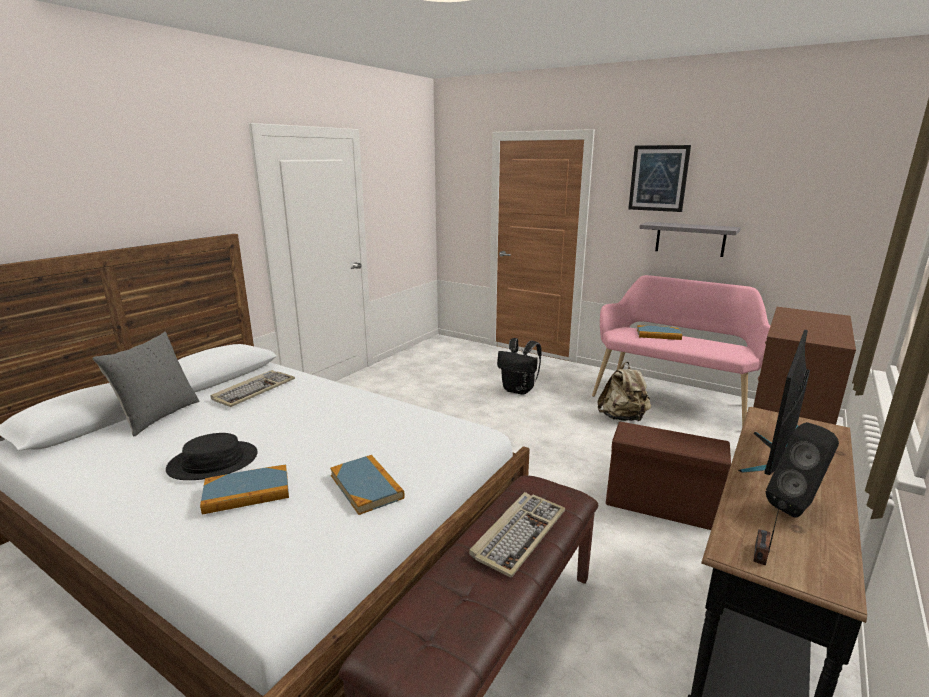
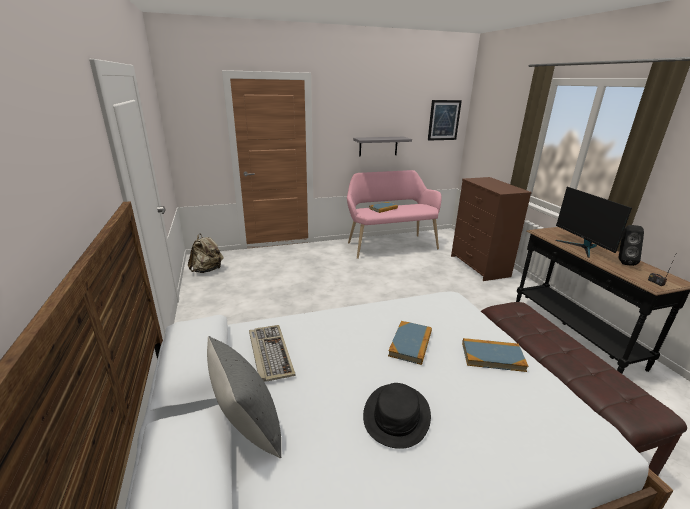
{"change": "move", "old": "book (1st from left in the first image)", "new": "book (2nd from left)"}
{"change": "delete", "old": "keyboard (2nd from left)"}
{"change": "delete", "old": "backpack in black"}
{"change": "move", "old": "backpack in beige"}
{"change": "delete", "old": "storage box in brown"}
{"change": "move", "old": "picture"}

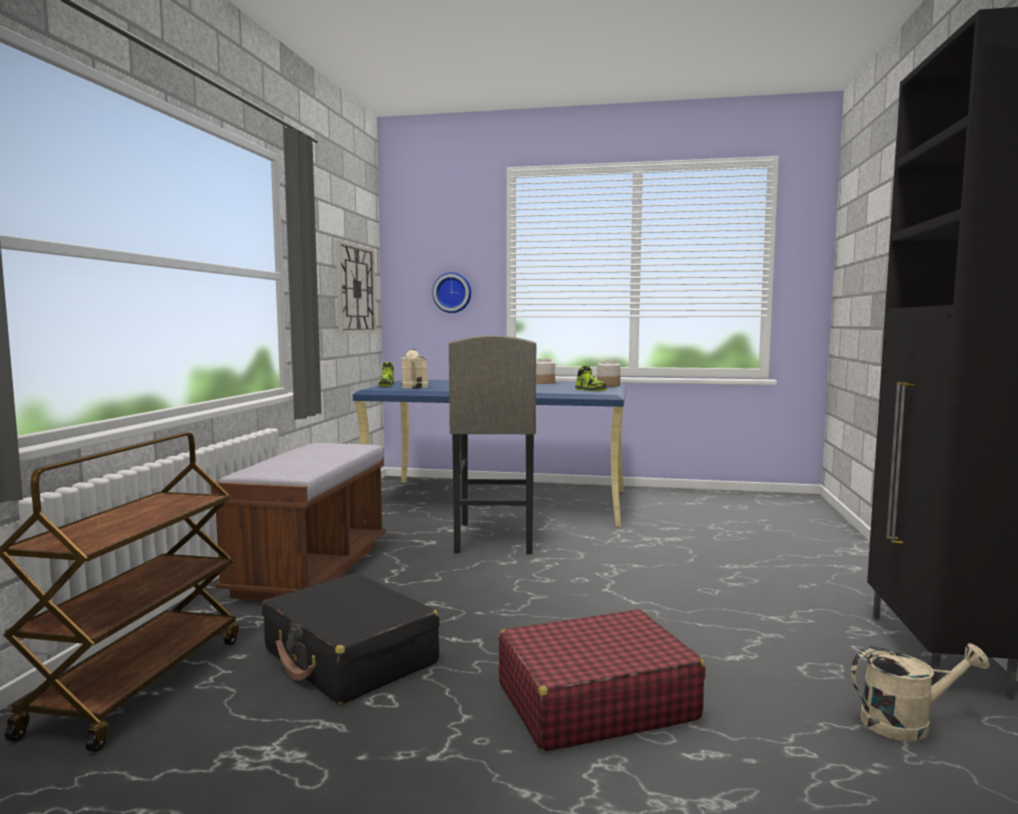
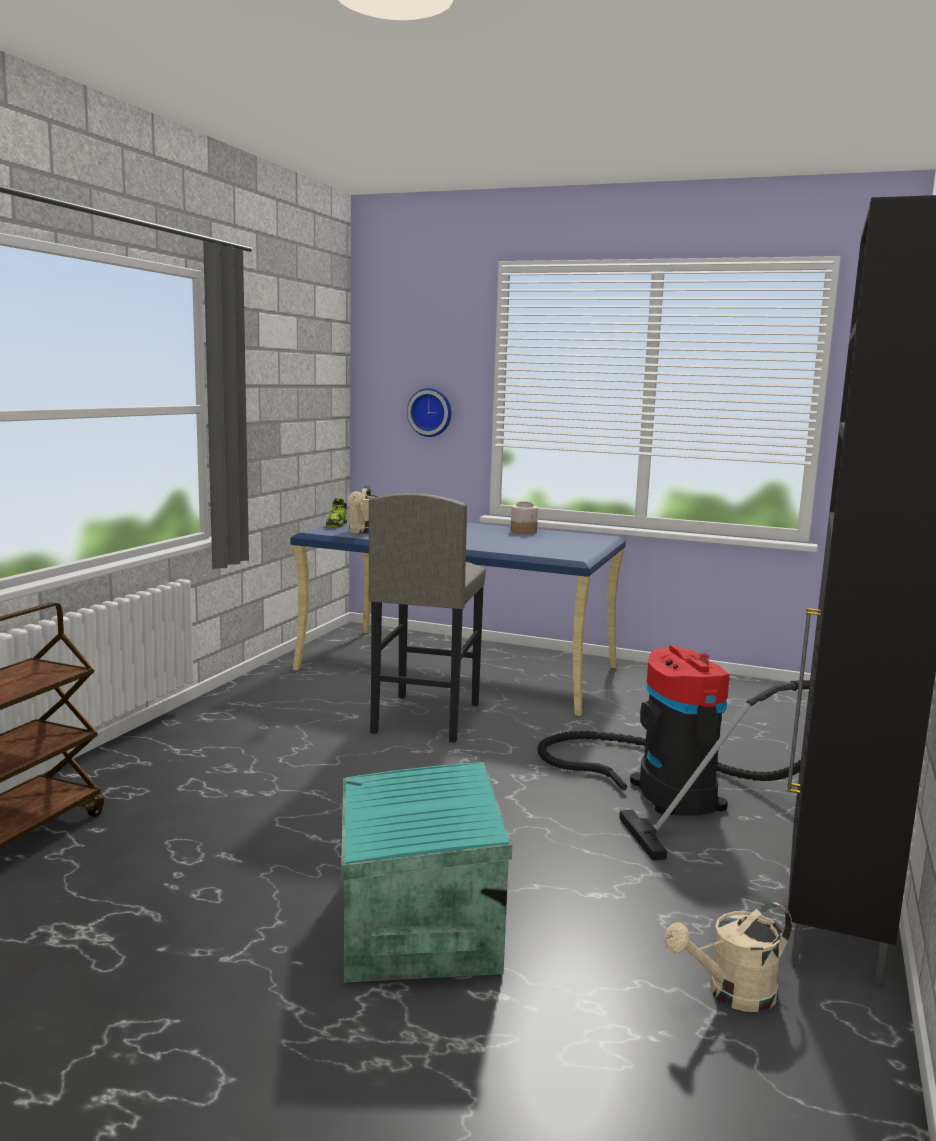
{"change": "delete", "old": "bench in brown"}
{"change": "delete", "old": "suitcase in black"}
{"change": "delete", "old": "wall clock (1st from left)"}
{"change": "replace", "old": "suitcase in red", "new": "storage box in turquoise"}
{"change": "delete", "old": "shoe (2nd from left)"}
{"change": "delete", "old": "jar (2nd from left)"}
{"change": "rotate", "old": "watering can in beige (2nd from left)", "degrees": 150}
{"change": "insert", "new": "vacuum cleaner"}

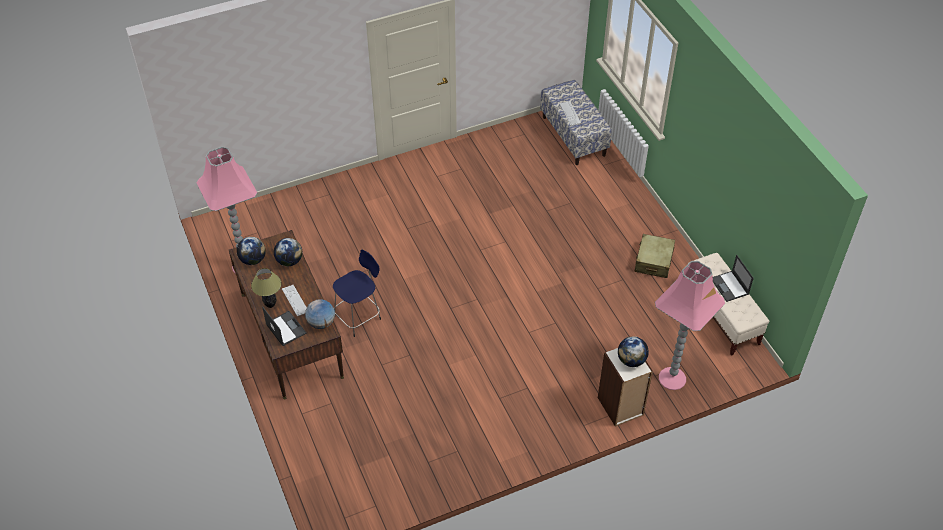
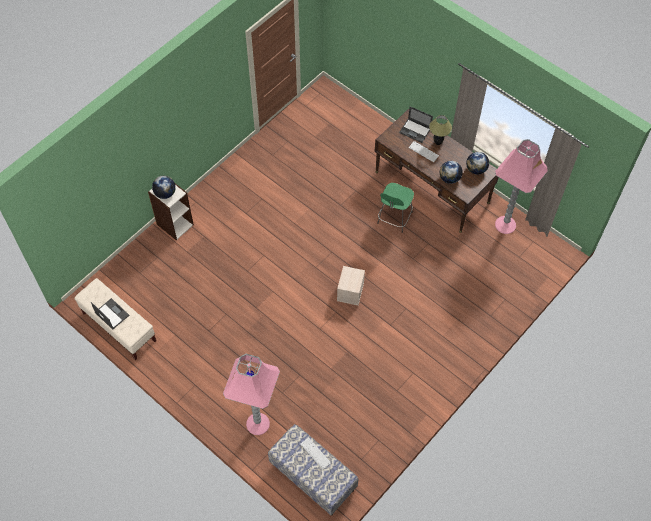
{"change": "delete", "old": "globe (3rd from left)"}
{"change": "recolor", "old": "stool in blue", "new": "stool in green"}
{"change": "delete", "old": "suitcase in beige"}
{"change": "move", "old": "floor lamp in pink (2nd from left in the first image)", "new": "floor lamp in pink (1st from left)"}
{"change": "insert", "new": "storage box in beige"}

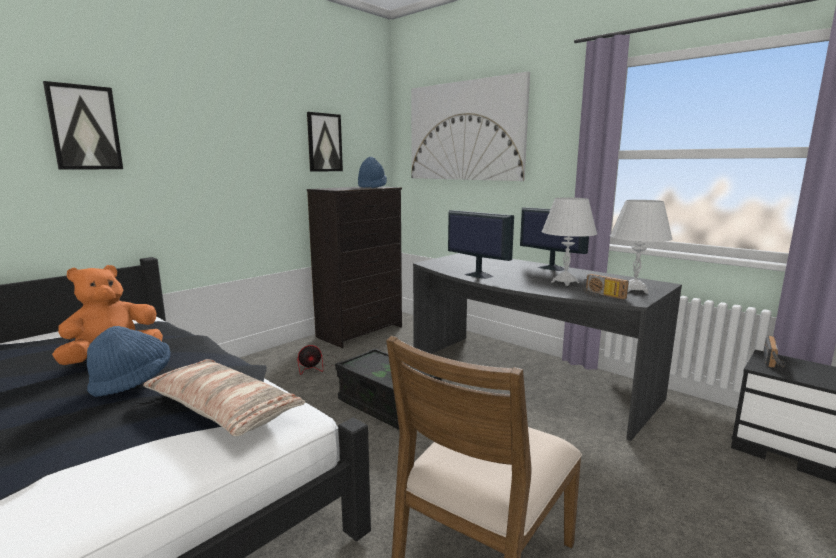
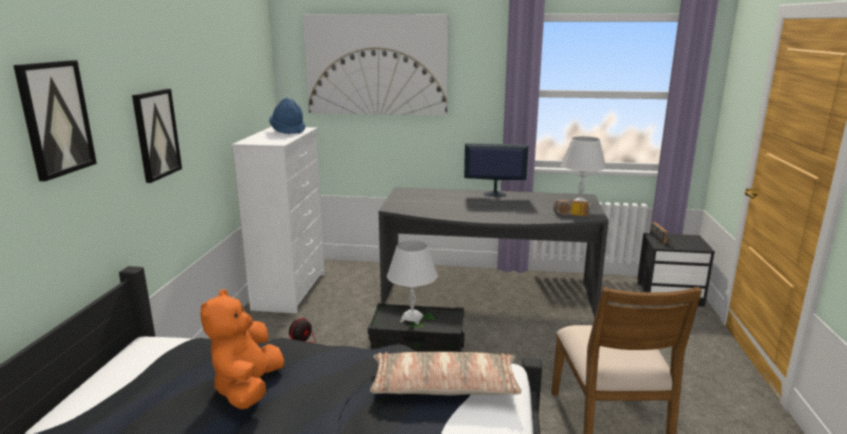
{"change": "delete", "old": "hat in blue (1st from left)"}
{"change": "move", "old": "picture (2nd from left)"}
{"change": "recolor", "old": "dresser in black", "new": "dresser in white"}
{"change": "delete", "old": "monitor (1st from left)"}
{"change": "move", "old": "table lamp in white (1st from left)"}

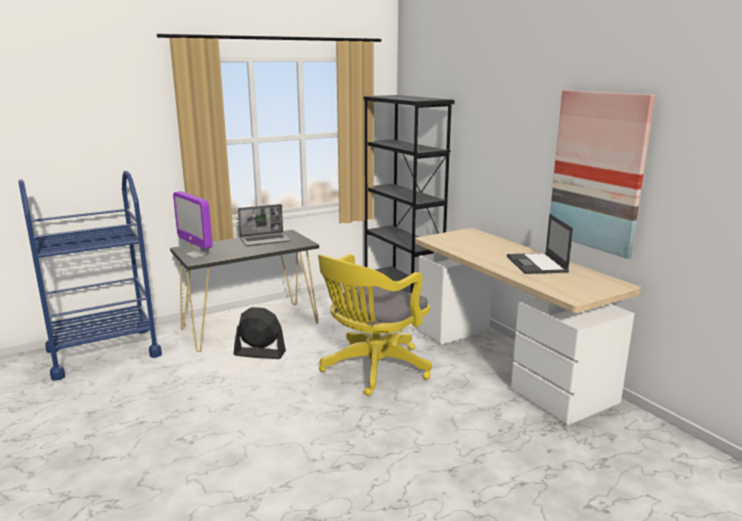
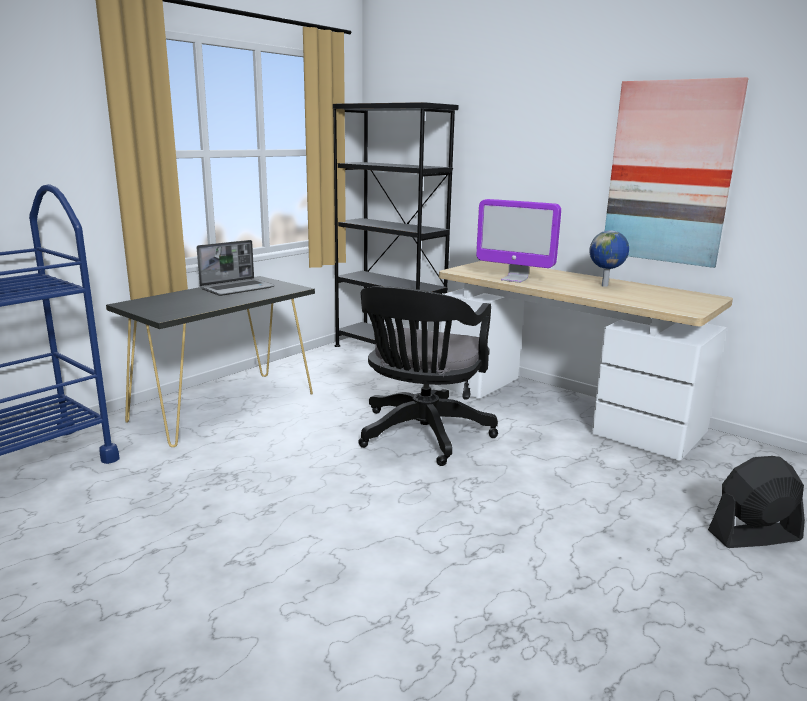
{"change": "move", "old": "monitor"}
{"change": "move", "old": "fan in black"}
{"change": "recolor", "old": "office chair in yellow", "new": "office chair in black"}
{"change": "replace", "old": "laptop (2nd from left)", "new": "globe"}

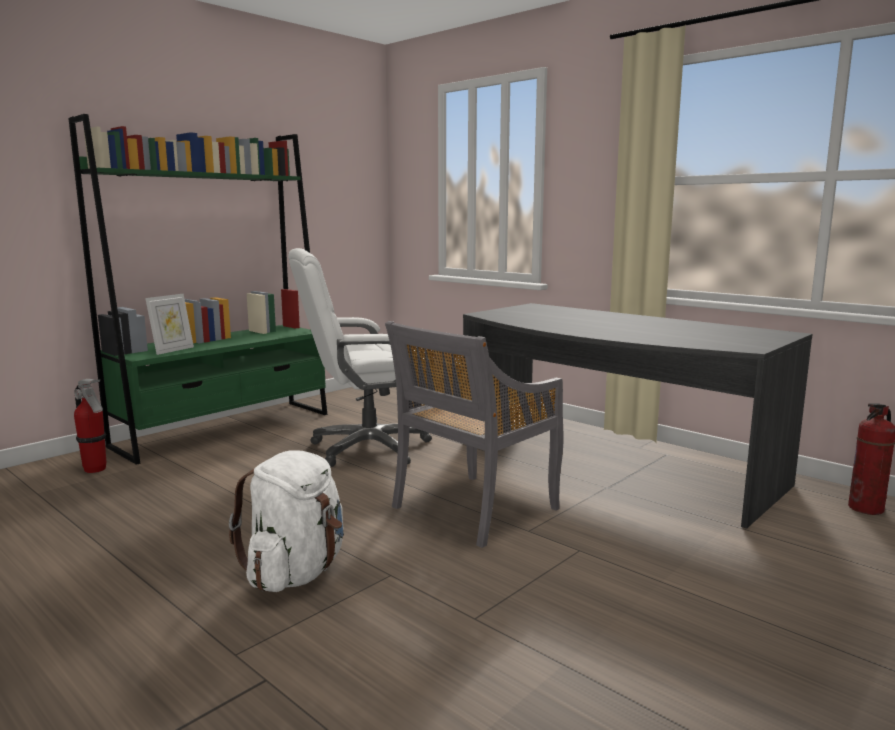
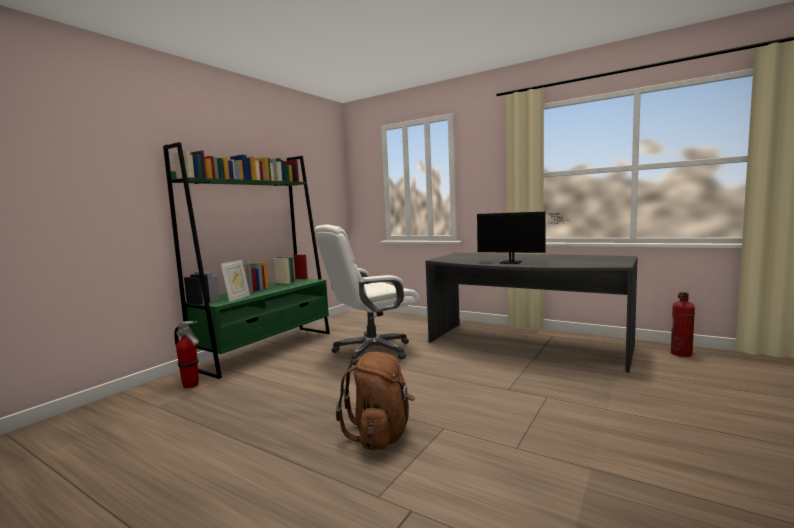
{"change": "recolor", "old": "backpack in white", "new": "backpack in brown"}
{"change": "delete", "old": "chair in grey"}
{"change": "insert", "new": "monitor"}

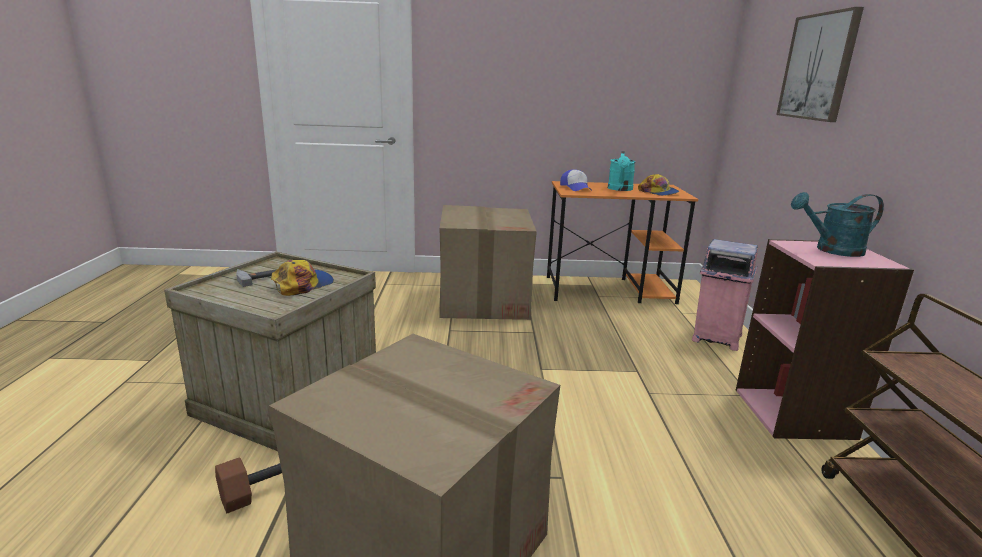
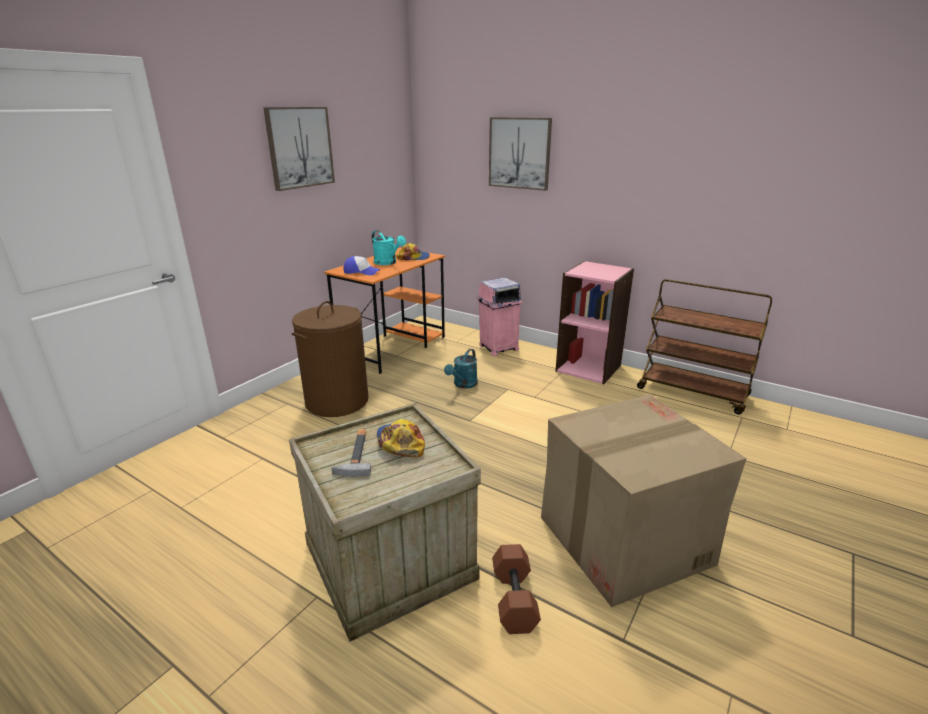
{"change": "replace", "old": "cardboard box (2nd from left)", "new": "laundry basket in brown"}
{"change": "move", "old": "watering can in turquoise (2nd from left)"}
{"change": "insert", "new": "picture (1st from left)"}

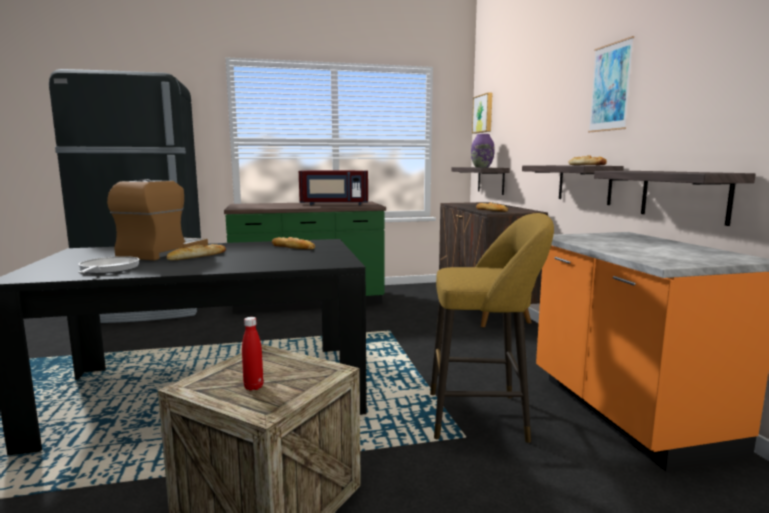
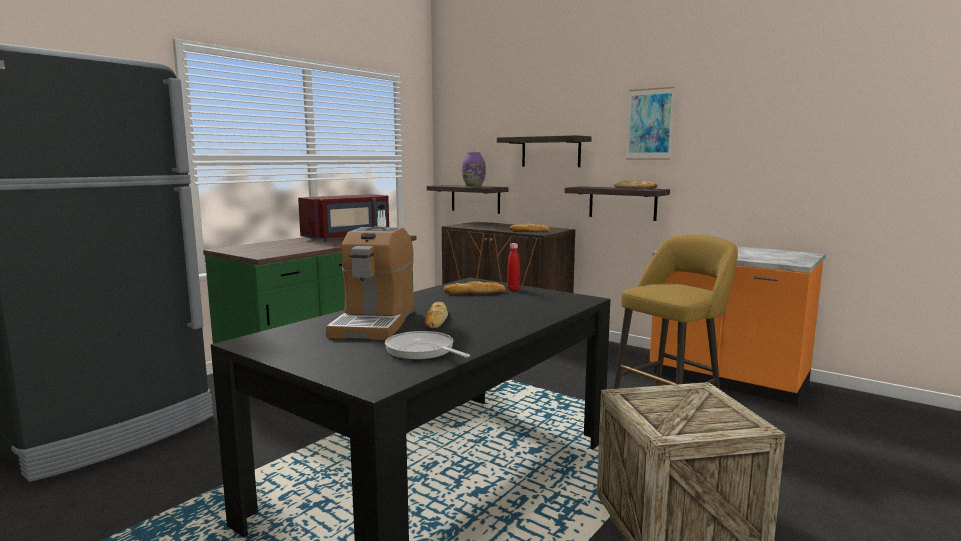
{"change": "rotate", "old": "coffee machine", "degrees": -150}
{"change": "move", "old": "bottle in red"}
{"change": "delete", "old": "picture (1st from left)"}
{"change": "move", "old": "shelf (3rd from left in the first image)", "new": "shelf (2nd from left)"}

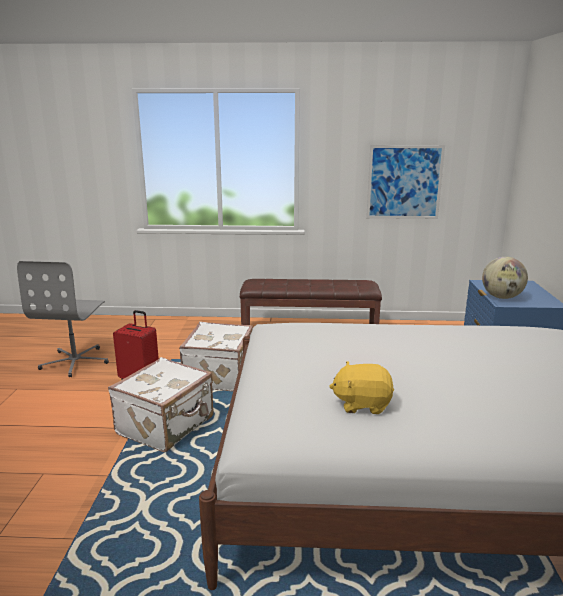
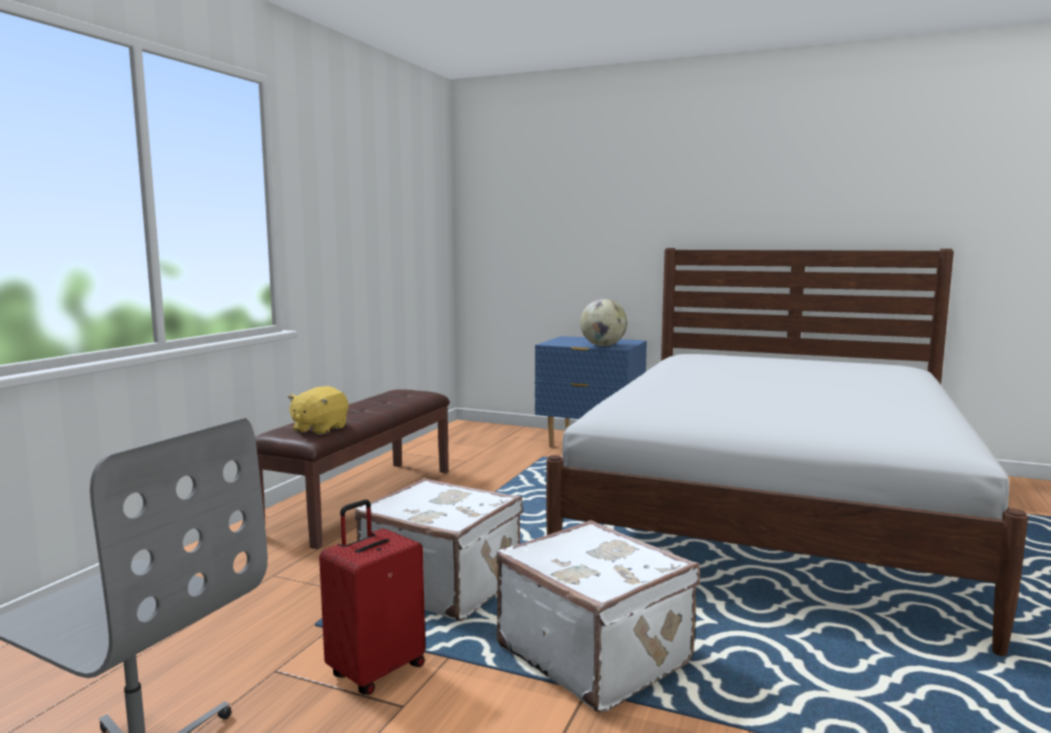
{"change": "move", "old": "plush toy in yellow"}
{"change": "delete", "old": "picture"}

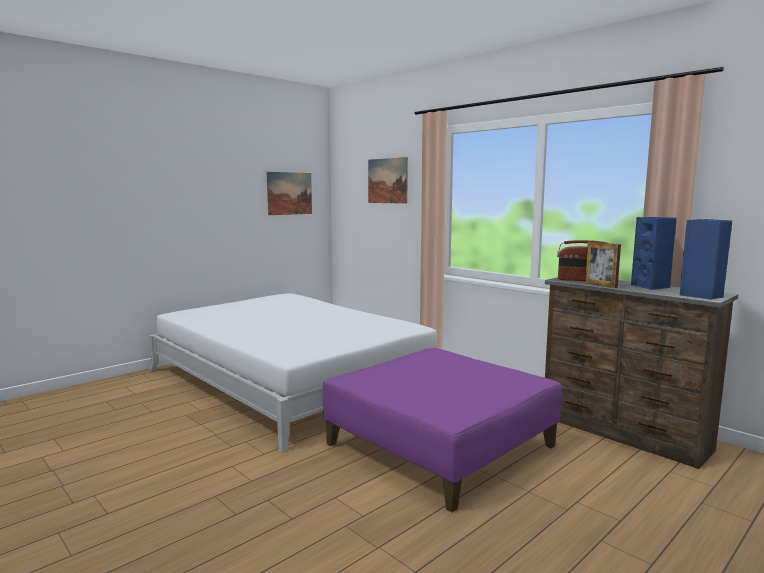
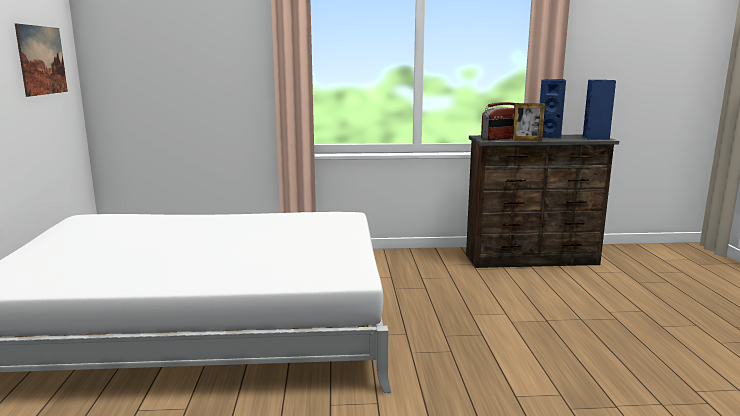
{"change": "delete", "old": "ottoman in purple"}
{"change": "delete", "old": "picture (2nd from left)"}

